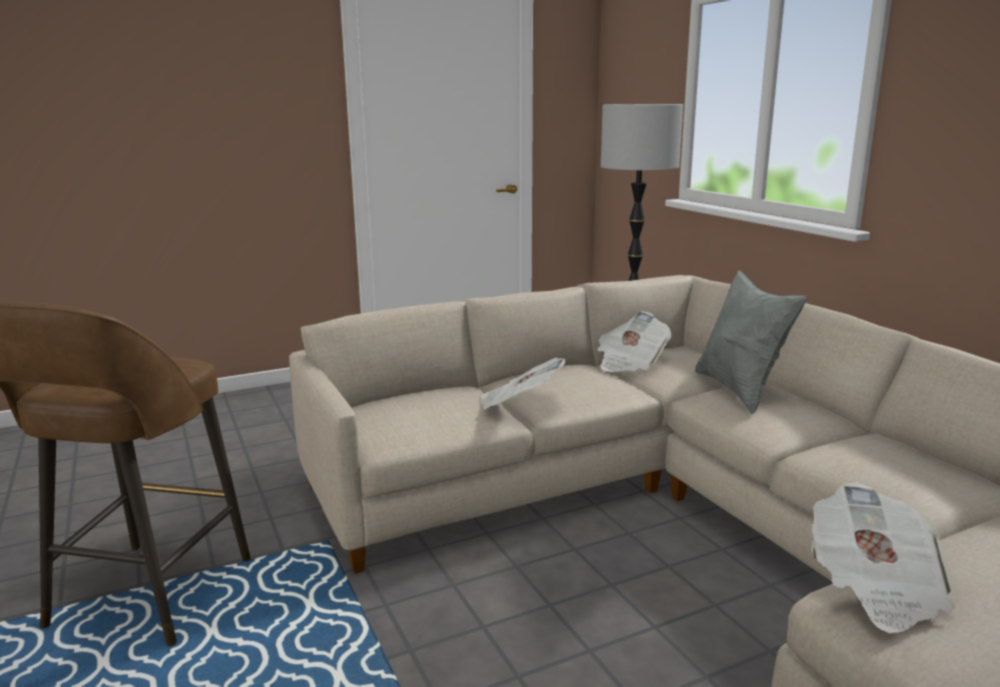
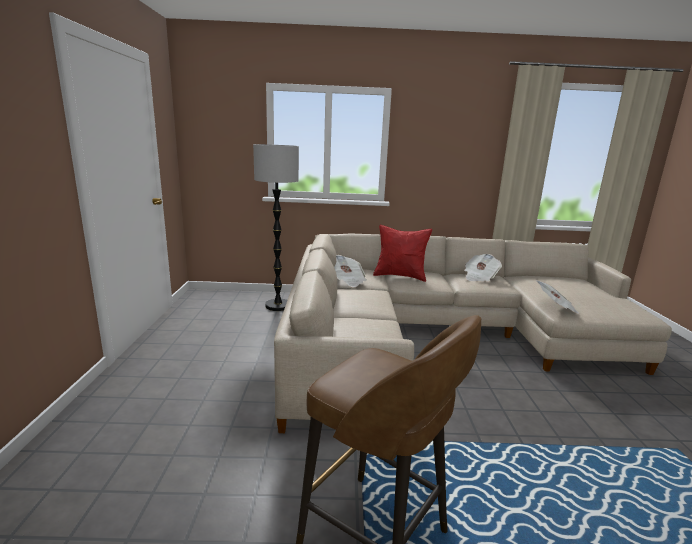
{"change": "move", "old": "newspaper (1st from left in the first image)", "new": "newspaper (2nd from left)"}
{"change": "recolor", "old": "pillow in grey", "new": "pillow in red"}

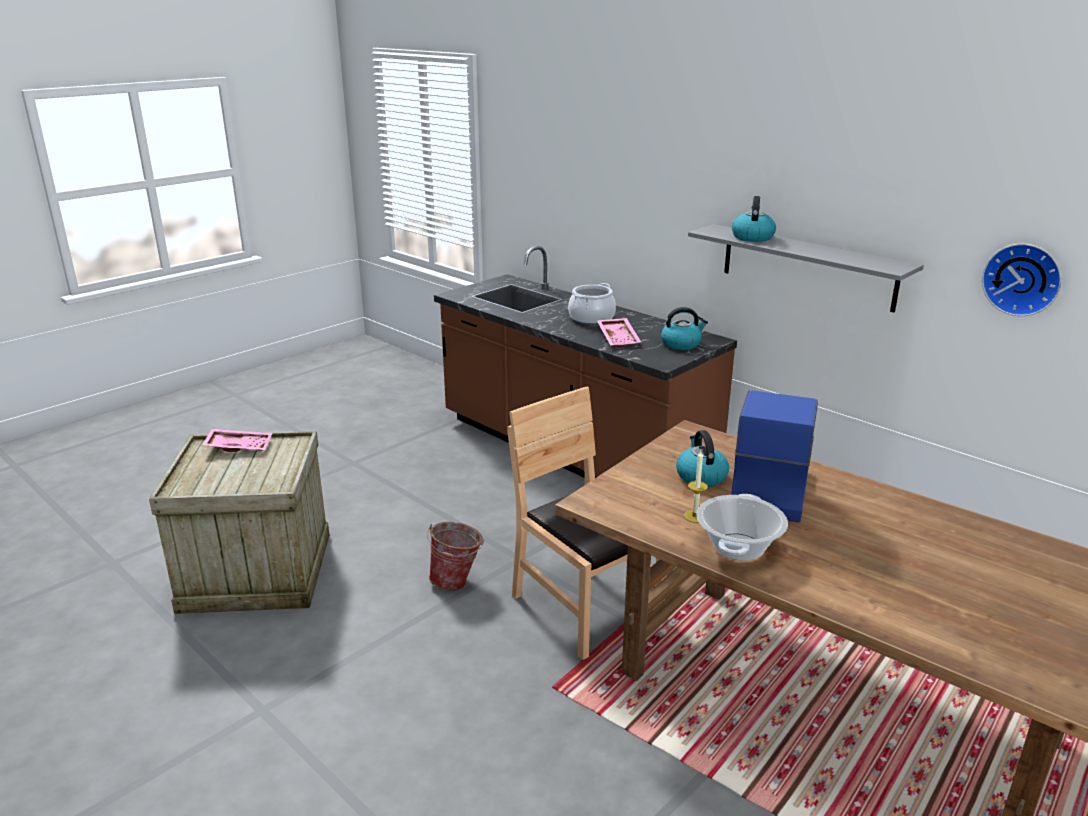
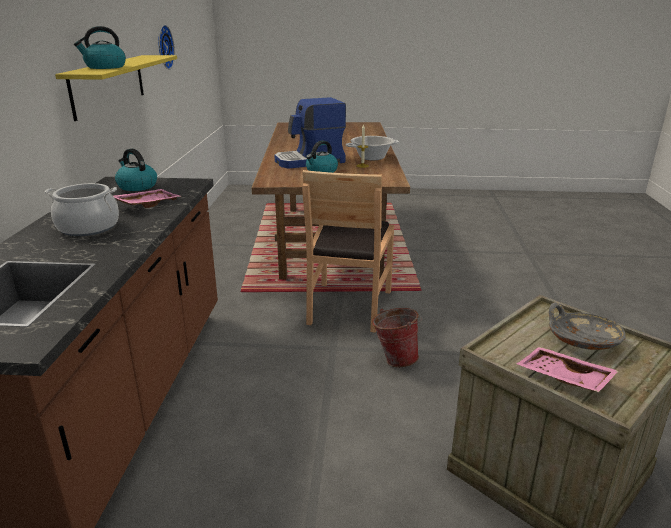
{"change": "recolor", "old": "shelf in grey", "new": "shelf in yellow"}
{"change": "insert", "new": "bowl in grey"}

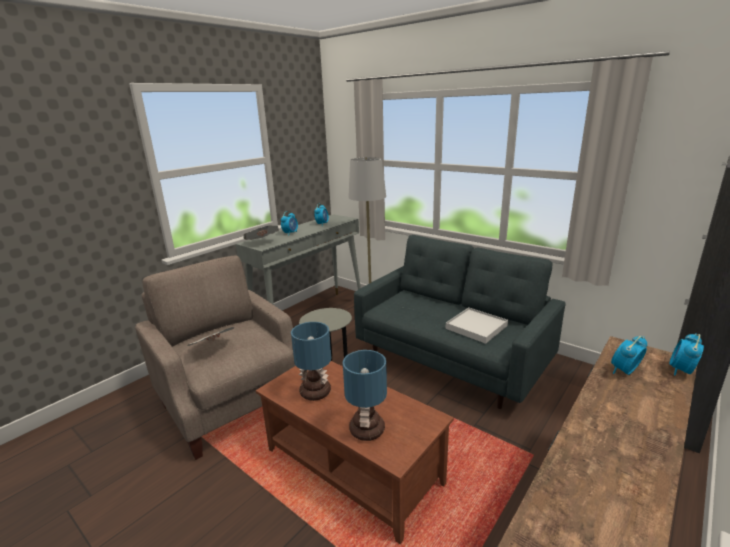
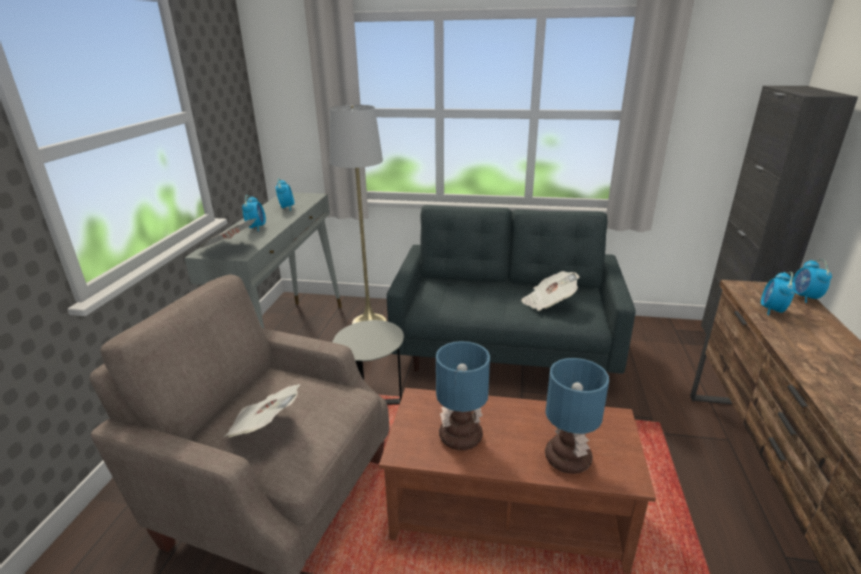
{"change": "replace", "old": "tray in white", "new": "newspaper (3rd from left)"}

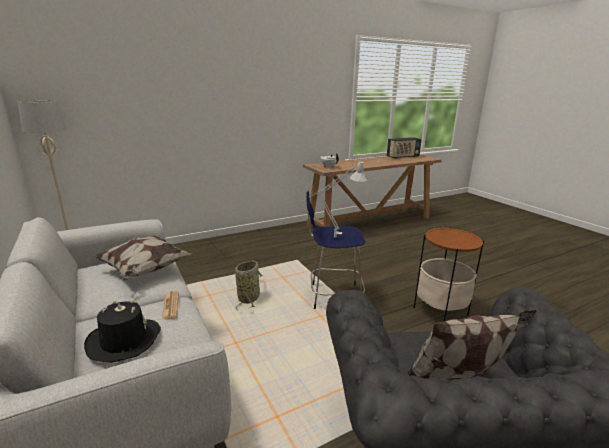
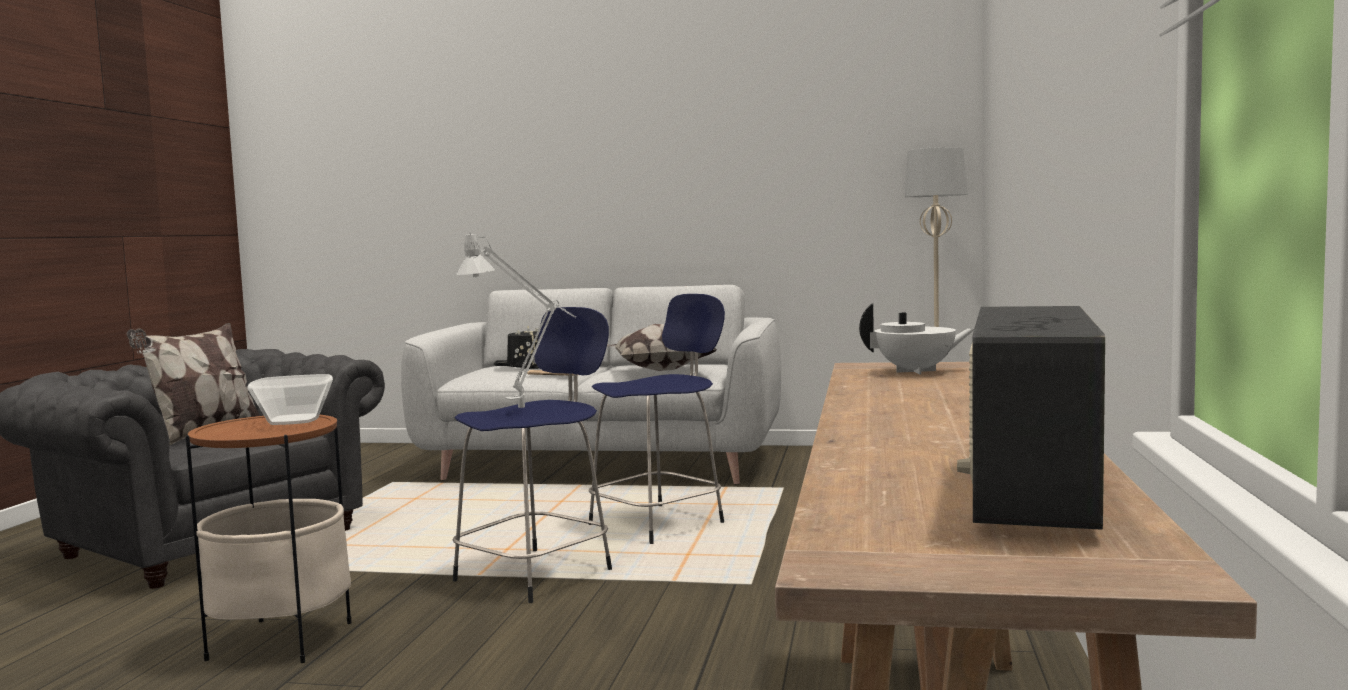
{"change": "replace", "old": "basket", "new": "stool in blue (2nd from left)"}
{"change": "insert", "new": "bowl"}

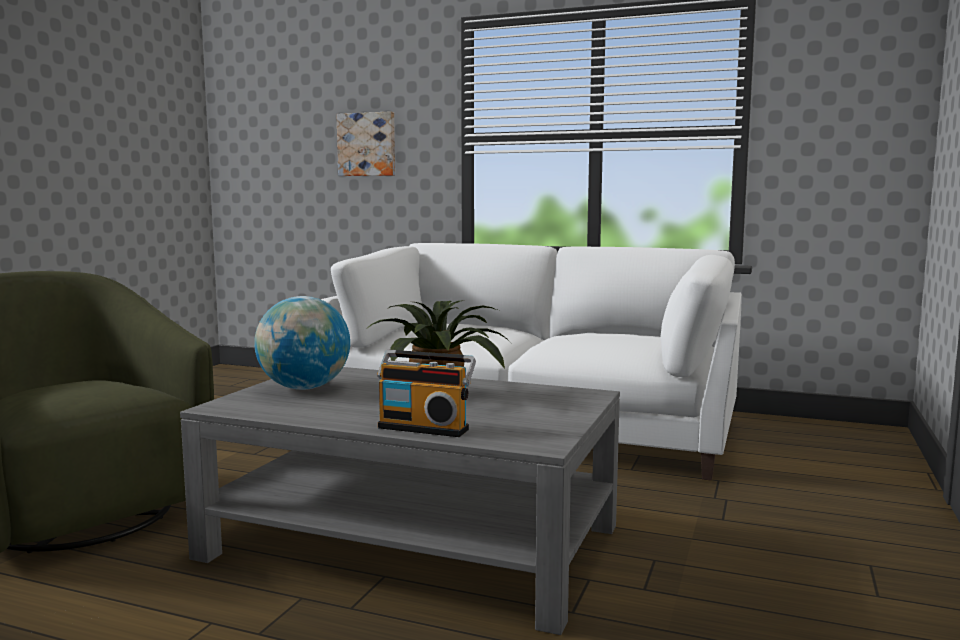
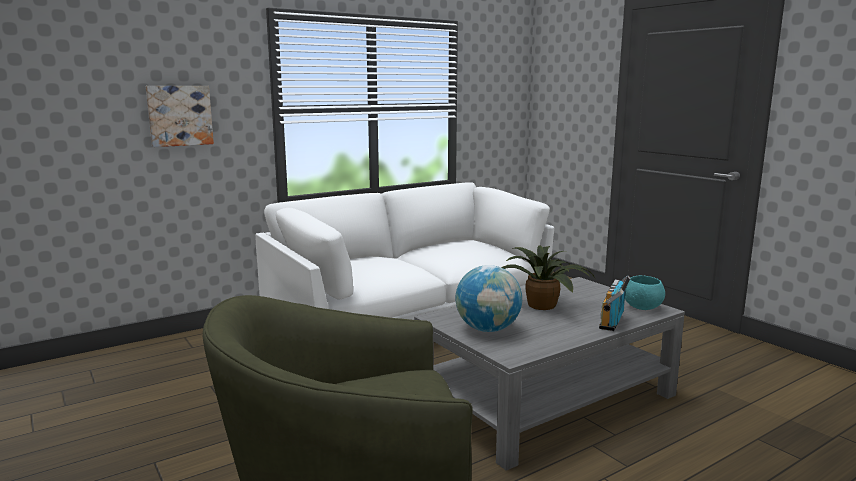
{"change": "rotate", "old": "radio", "degrees": 150}
{"change": "insert", "new": "bowl in turquoise"}

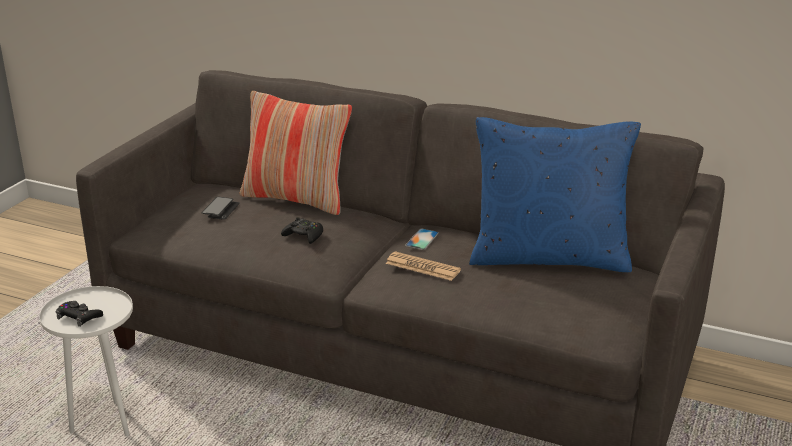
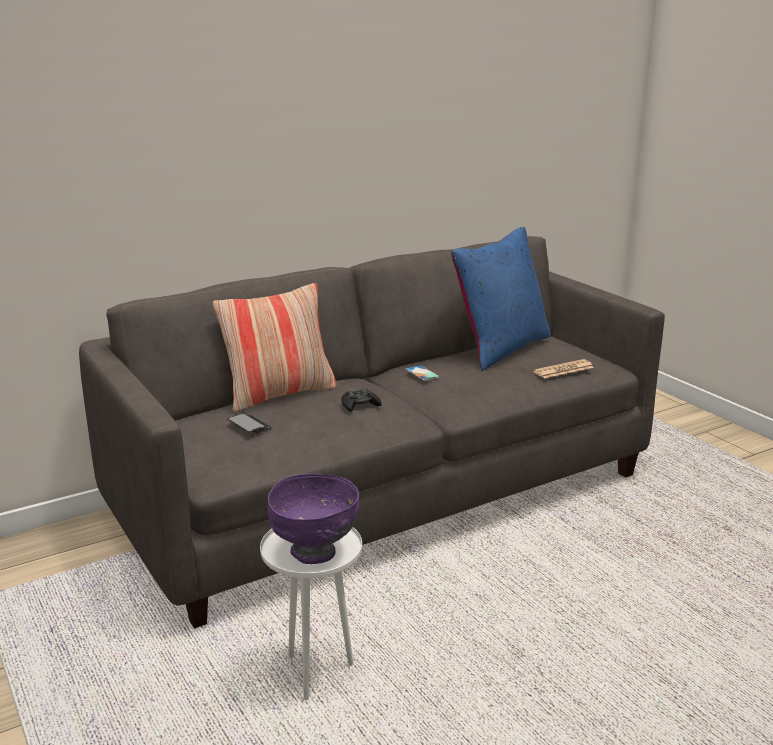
{"change": "replace", "old": "game controller in black (1st from left)", "new": "bowl in purple"}
{"change": "move", "old": "newspaper"}

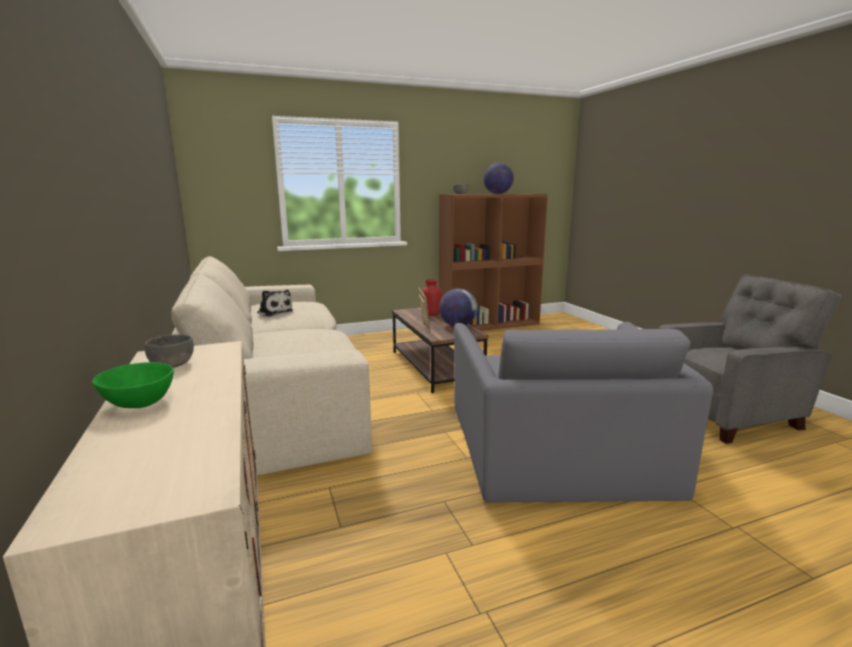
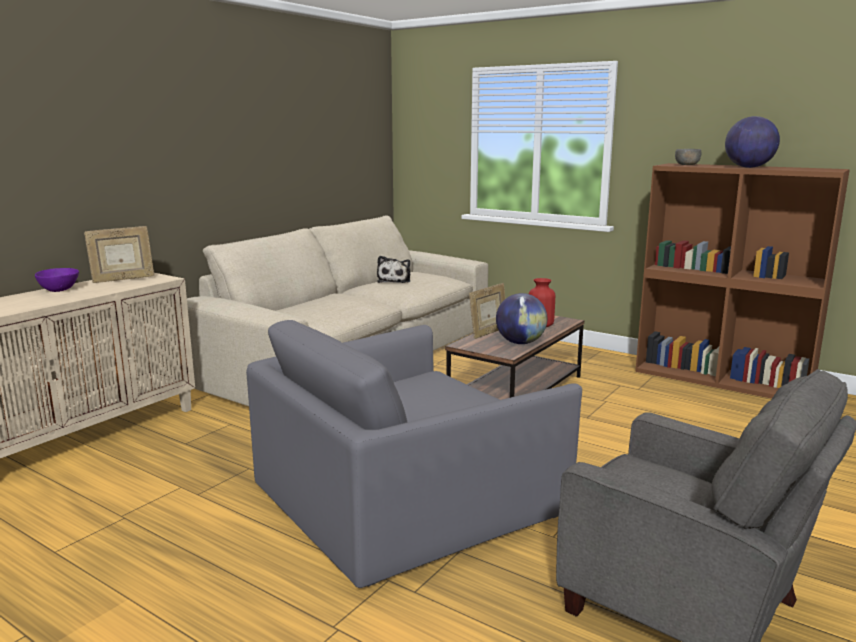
{"change": "recolor", "old": "bowl in green", "new": "bowl in purple"}
{"change": "replace", "old": "bowl in grey (1st from left)", "new": "picture frame (1st from left)"}

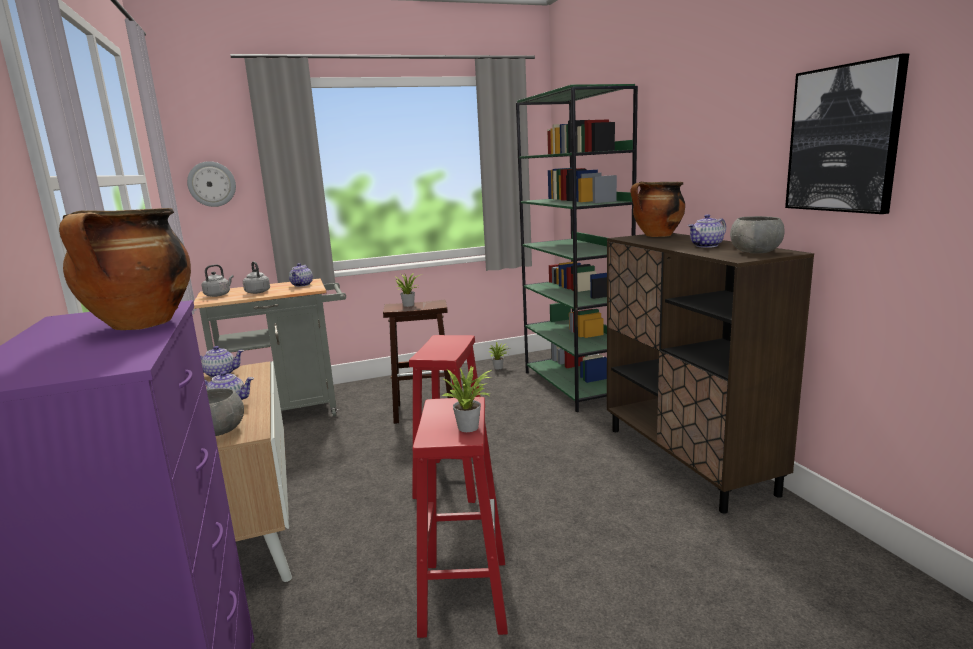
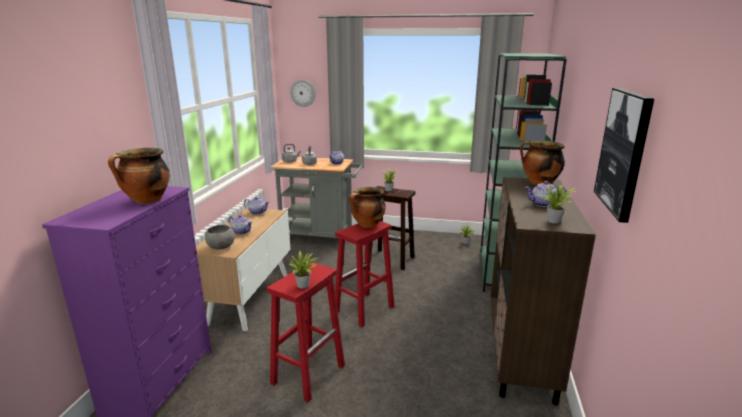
{"change": "replace", "old": "bowl in grey (2nd from left)", "new": "potted plant (4th from left)"}
{"change": "insert", "new": "cooking pot (2nd from left)"}

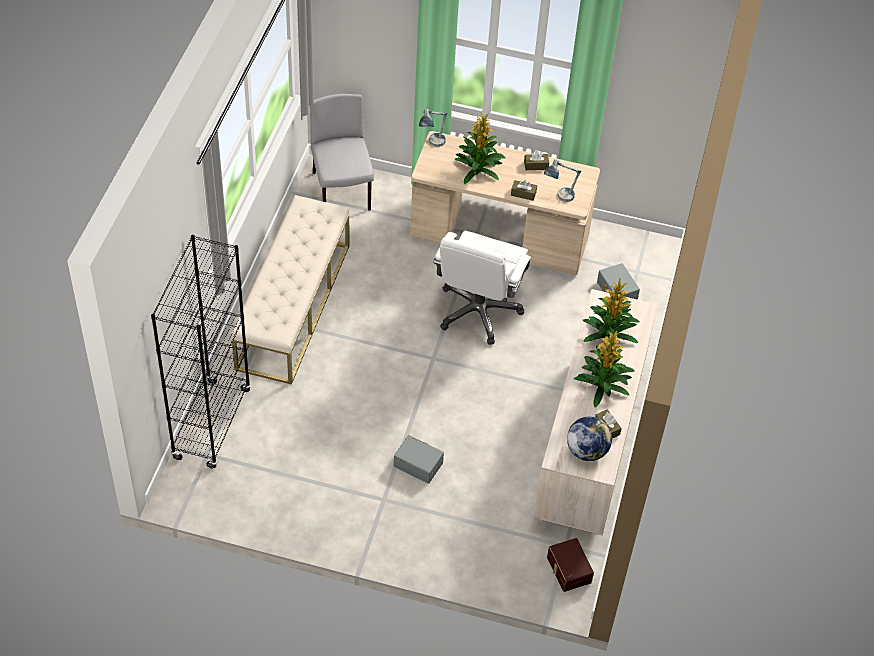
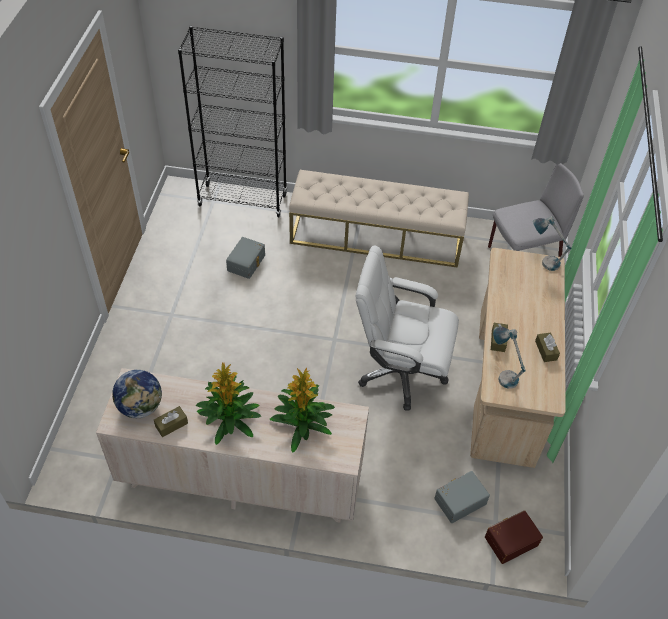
{"change": "move", "old": "storage box in grey (1st from left)"}
{"change": "delete", "old": "potted plant (1st from left)"}
{"change": "move", "old": "storage box in brown"}

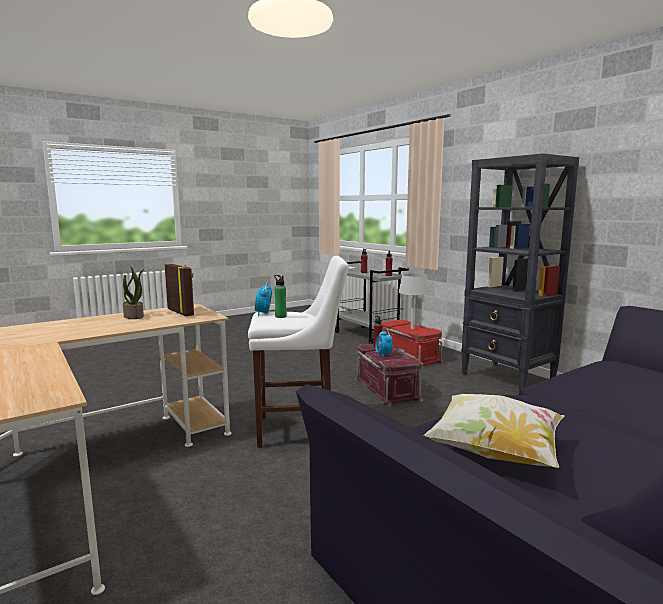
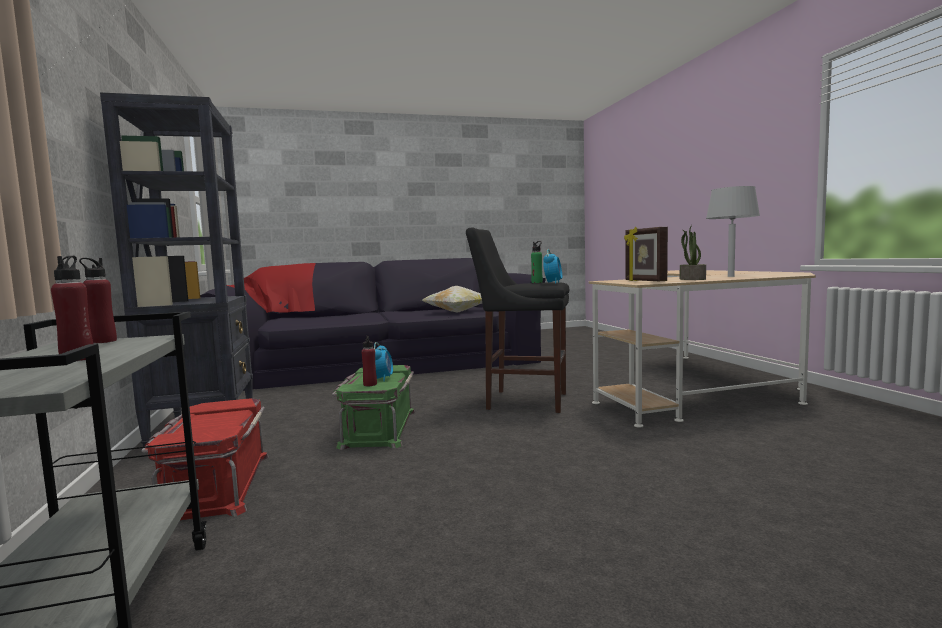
{"change": "recolor", "old": "stool in white", "new": "stool in black"}
{"change": "recolor", "old": "storage box in red (1st from left)", "new": "storage box in green"}
{"change": "move", "old": "table lamp in grey"}

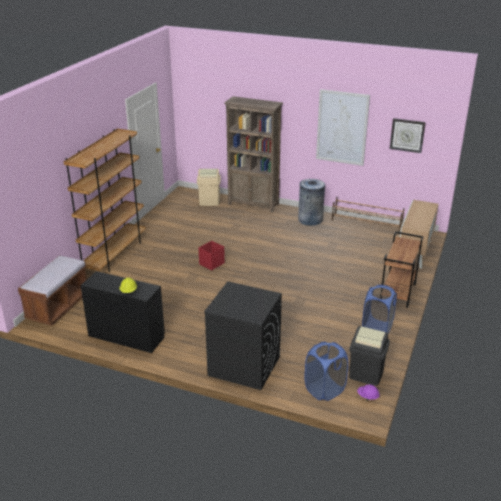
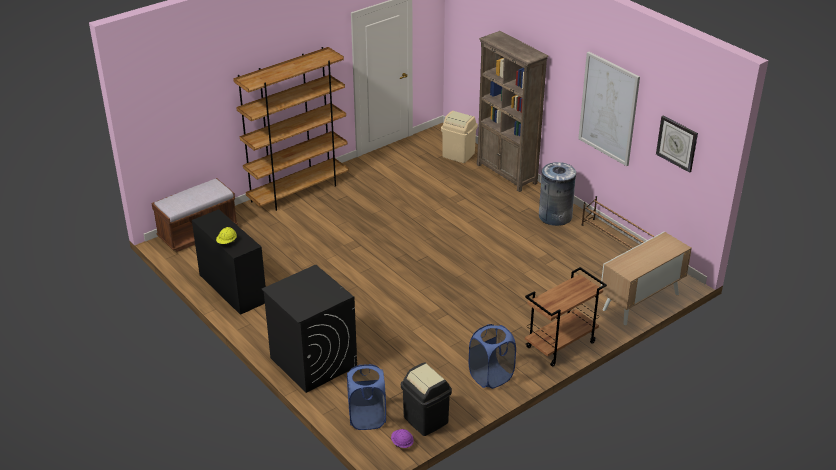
{"change": "delete", "old": "storage box in red"}

